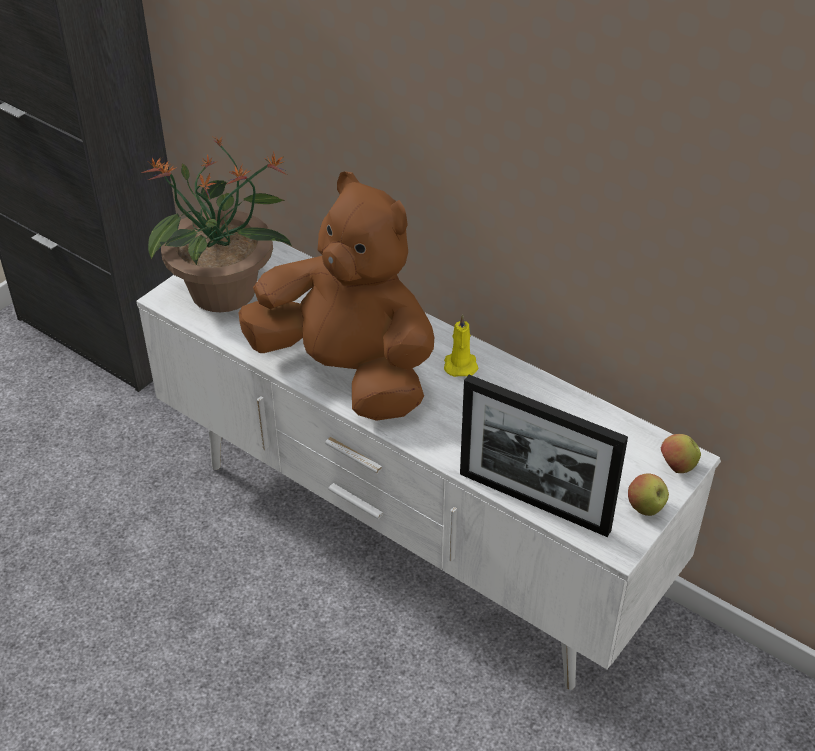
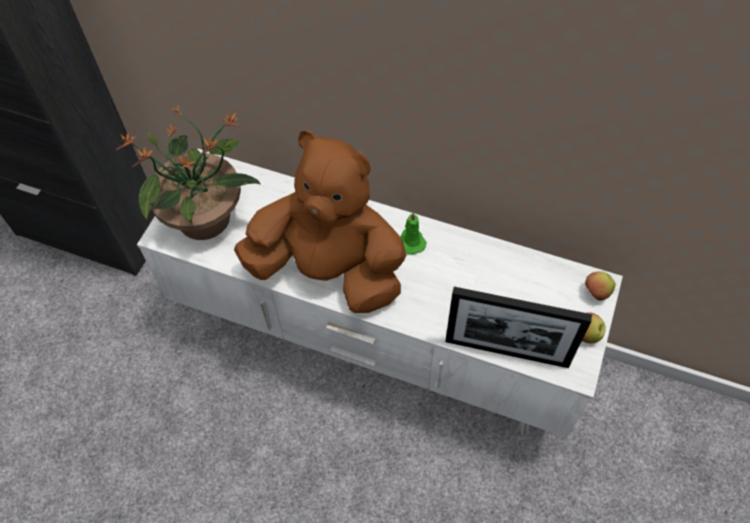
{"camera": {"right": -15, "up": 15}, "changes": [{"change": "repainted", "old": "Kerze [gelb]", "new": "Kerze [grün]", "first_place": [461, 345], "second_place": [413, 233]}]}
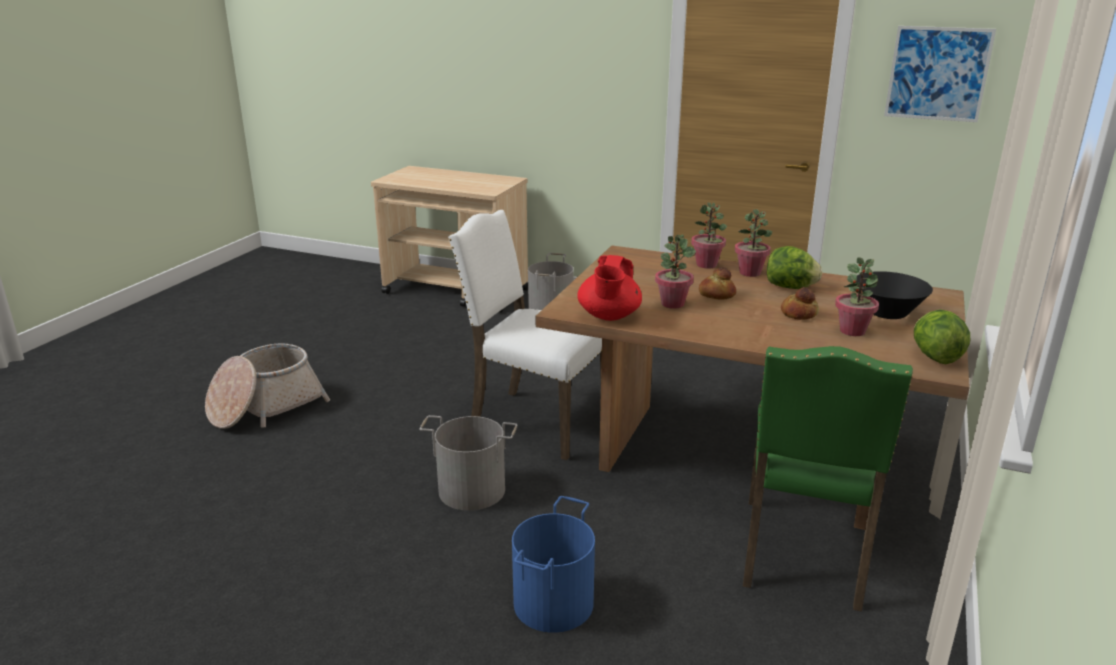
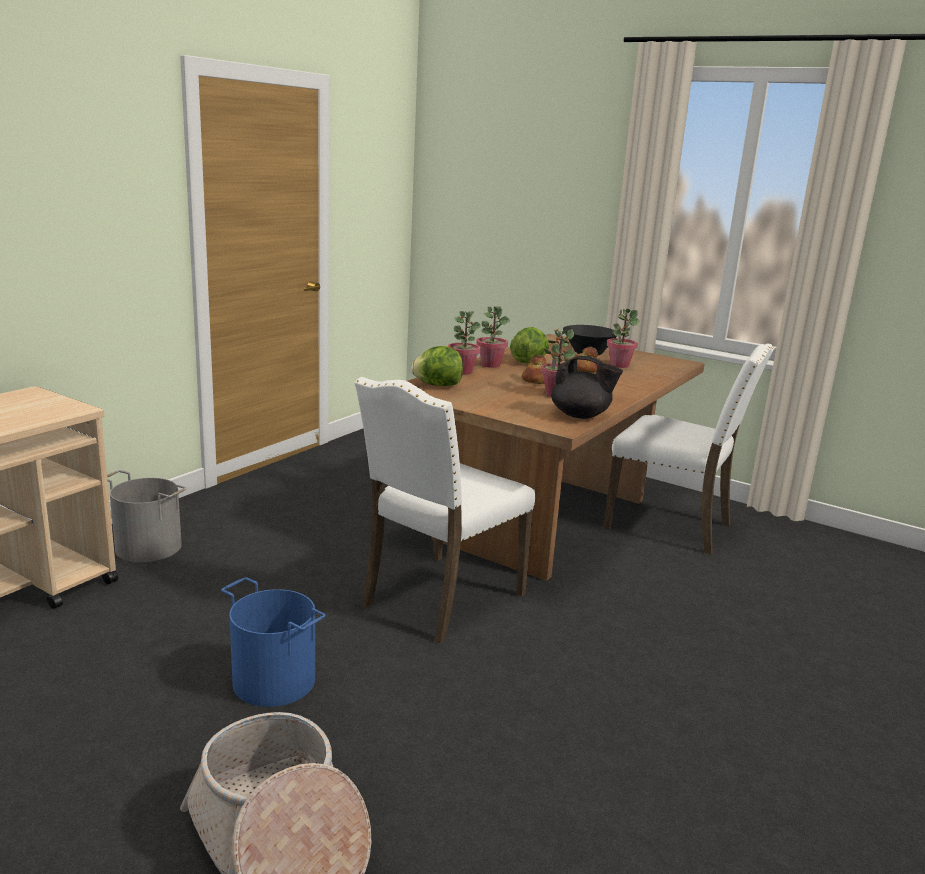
{"camera": {"right": -80, "up": -5}, "changes": [{"change": "gone", "old": "Bild", "first_place": [940, 74]}, {"change": "repainted", "old": "Teekanne [rot]", "new": "Teekanne [schwarz]", "first_place": [609, 288], "second_place": [587, 387]}, {"change": "shifted", "old": "Salatkopf", "first_place": [942, 336], "second_place": [437, 366]}, {"change": "repainted", "old": "Stuhl [grün]", "new": "Stuhl [weiß]", "first_place": [828, 479], "second_place": [689, 449]}, {"change": "gone", "old": "Eimer [grau]", "first_place": [468, 463]}, {"change": "shifted", "old": "Eimer [blau]", "first_place": [553, 564], "second_place": [273, 642]}]}
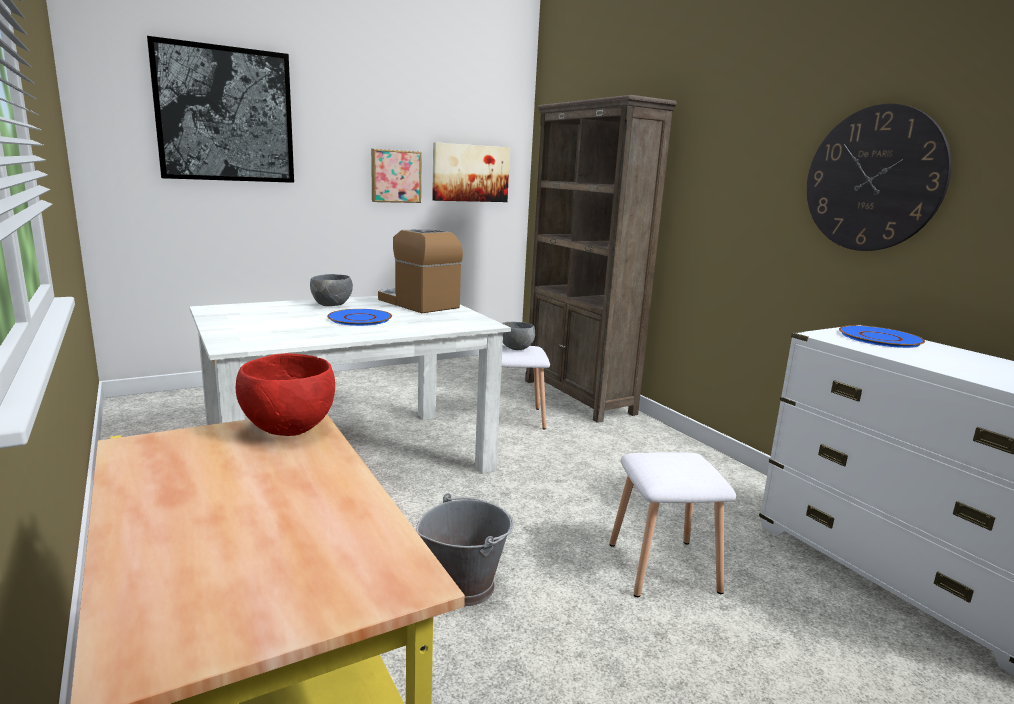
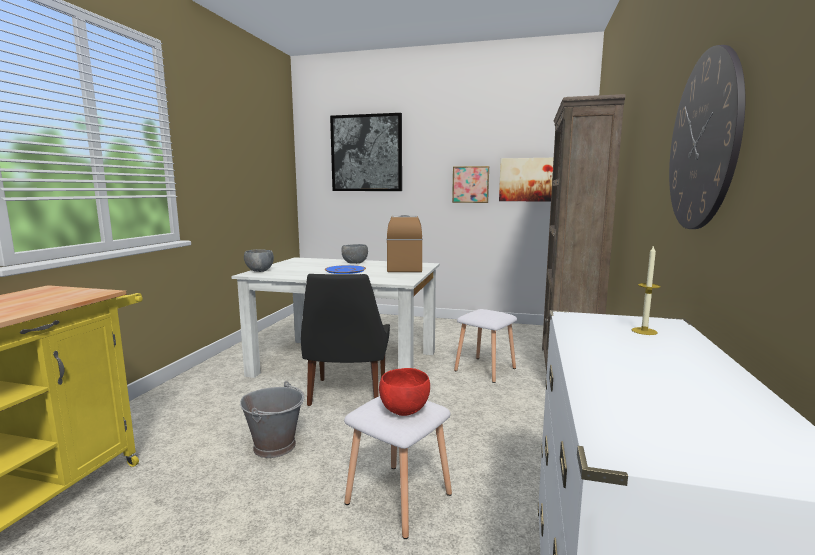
{"camera": {"right": 45, "up": -5}, "changes": [{"change": "shifted", "old": "Schüssel [grau]", "first_place": [518, 336], "second_place": [259, 260]}, {"change": "swapped", "old": "Teller [blau]", "new": "Kerze", "first_place": [882, 336], "second_place": [646, 290]}, {"change": "shifted", "old": "Schüssel [rot]", "first_place": [285, 394], "second_place": [404, 392]}, {"change": "new", "new": "Stuhl [schwarz]", "second_place": [345, 340]}]}
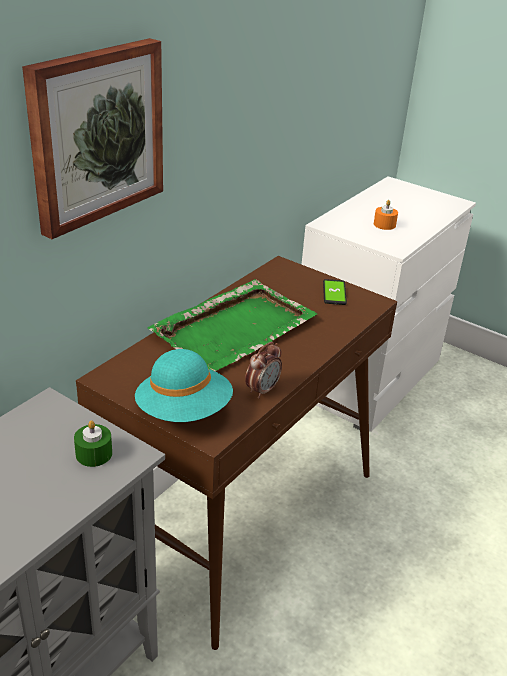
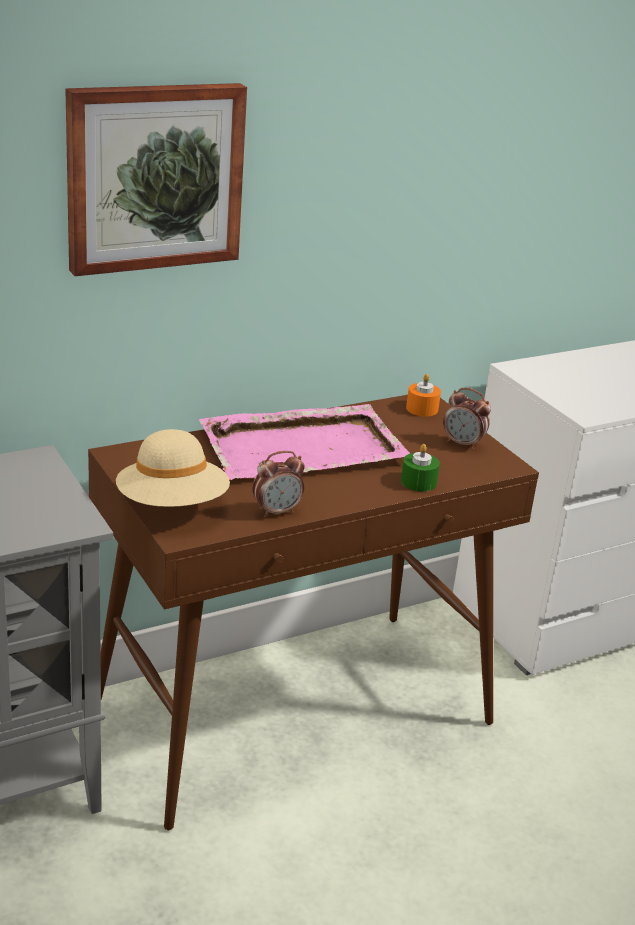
{"camera": {"right": 25, "up": -5}, "changes": [{"change": "shifted", "old": "Kerze [orange]", "first_place": [386, 215], "second_place": [423, 395]}, {"change": "repainted", "old": "Tablett [grün]", "new": "Tablett [rosa]", "first_place": [232, 325], "second_place": [304, 442]}, {"change": "swapped", "old": "Handy", "new": "Wecker", "first_place": [335, 292], "second_place": [467, 419]}, {"change": "repainted", "old": "Hut [türkis]", "new": "Hut [beige]", "first_place": [184, 385], "second_place": [173, 468]}, {"change": "shifted", "old": "Kerze [grün]", "first_place": [93, 443], "second_place": [420, 468]}]}
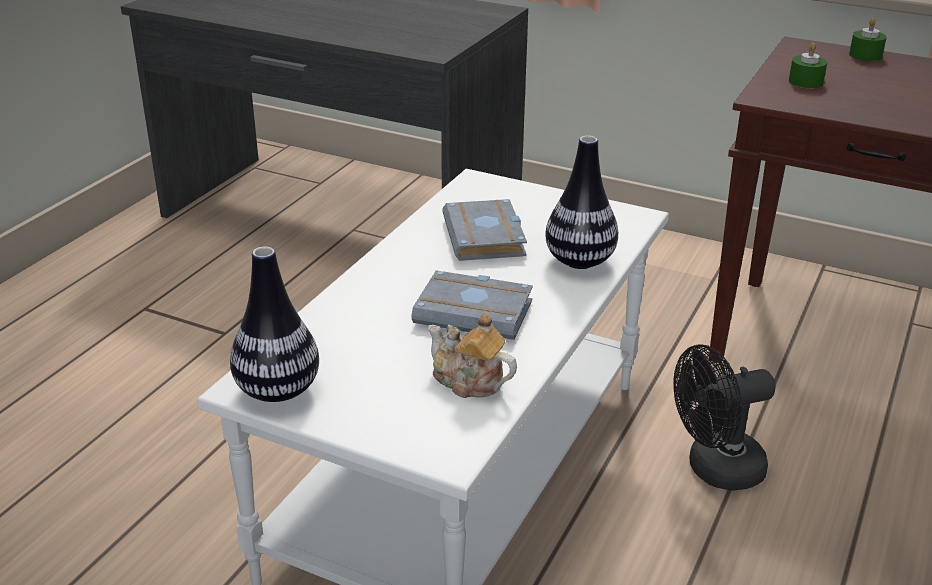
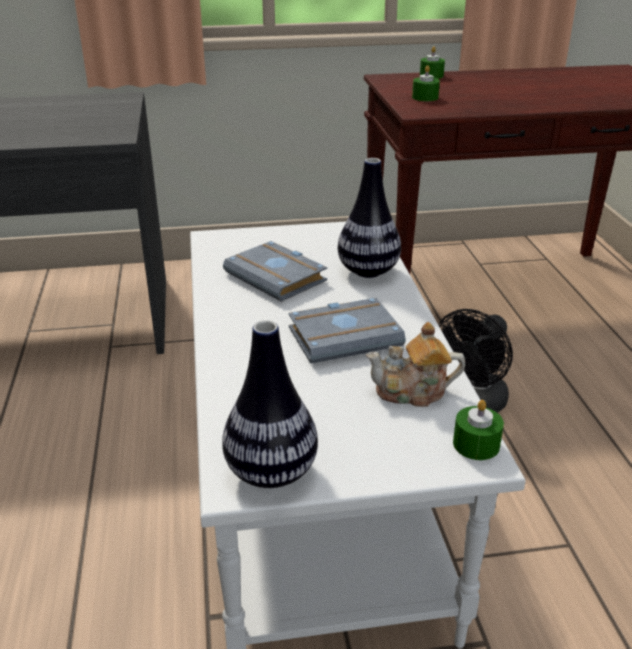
{"camera": {"right": -35, "up": 0}, "changes": [{"change": "new", "new": "Kerze [grün]", "second_place": [478, 430]}]}
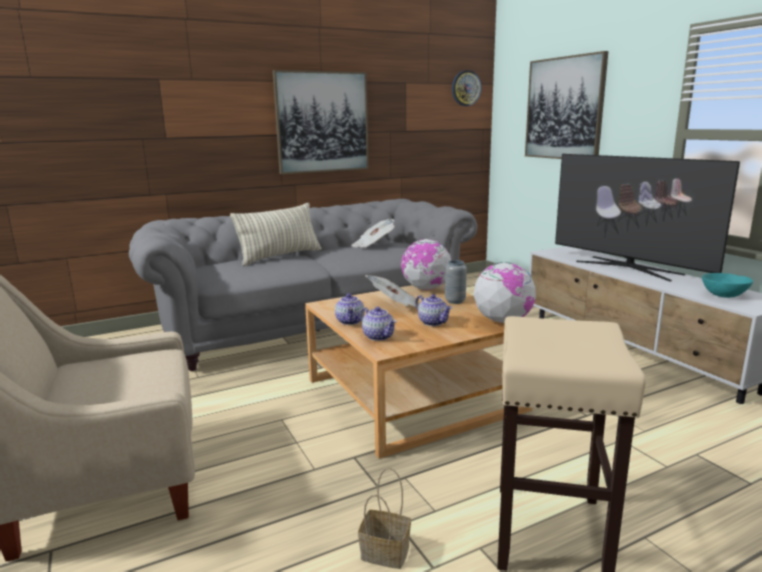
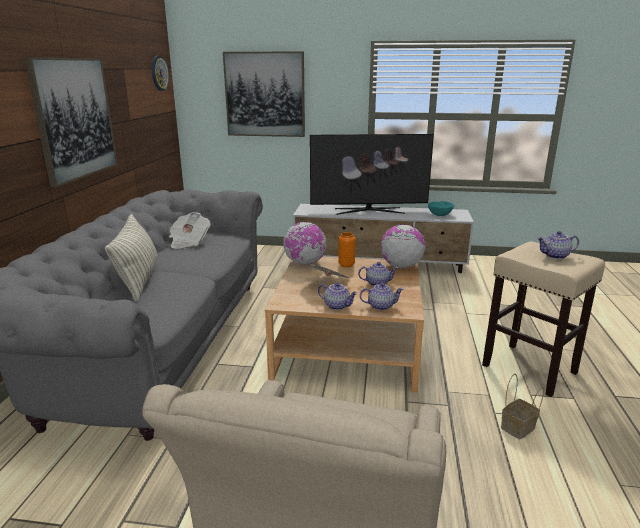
{"camera": {"right": -55, "up": 5}, "changes": [{"change": "repainted", "old": "Vase [grau]", "new": "Vase [orange]", "first_place": [456, 282], "second_place": [347, 250]}, {"change": "new", "new": "Teekanne", "second_place": [558, 245]}]}
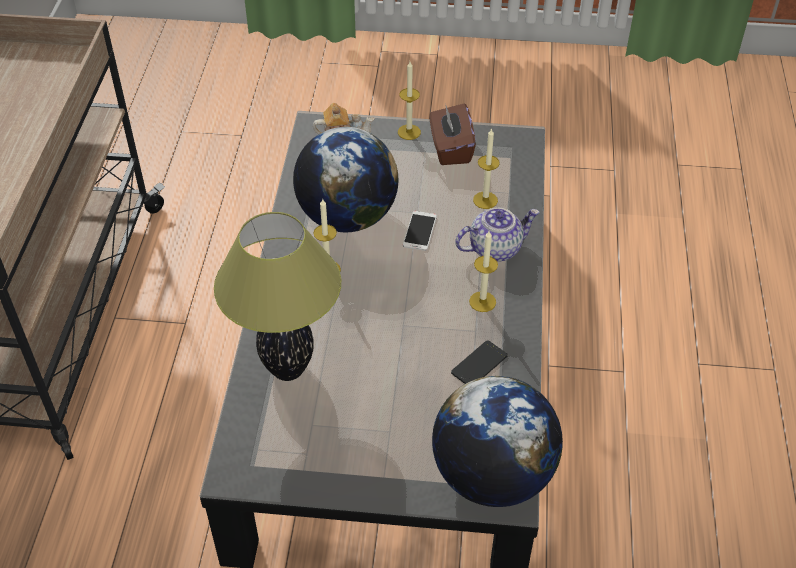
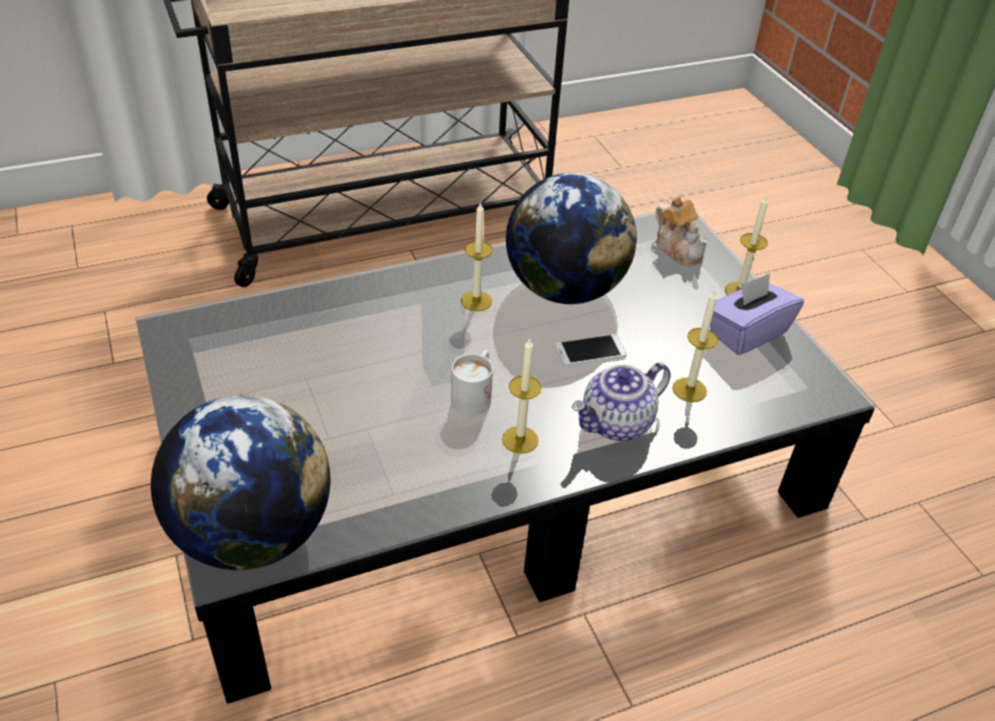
{"camera": {"right": 60, "up": -5}, "changes": [{"change": "repainted", "old": "Taschentuchbox [braun]", "new": "Taschentuchbox [lila]", "first_place": [453, 134], "second_place": [757, 314]}, {"change": "rotated", "old": "Teekanne", "first_place": [497, 234], "second_place": [621, 401], "degrees": 105}, {"change": "gone", "old": "Tischlampe", "first_place": [277, 296]}, {"change": "gone", "old": "Handy", "first_place": [479, 362]}, {"change": "new", "new": "Henkelbecher [weiß]", "second_place": [472, 383]}]}
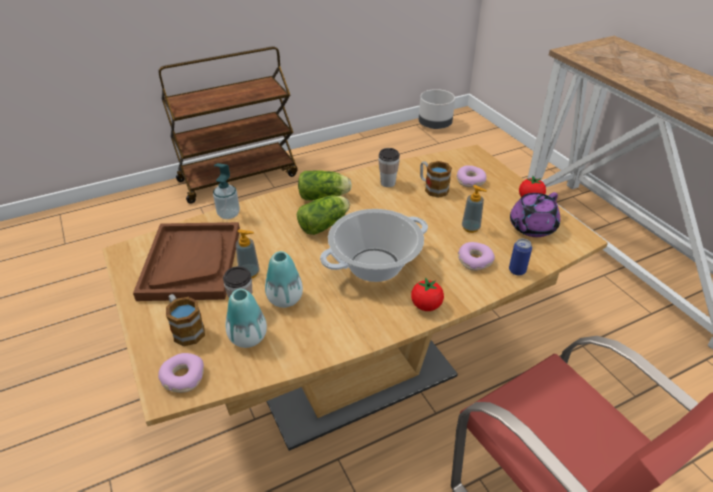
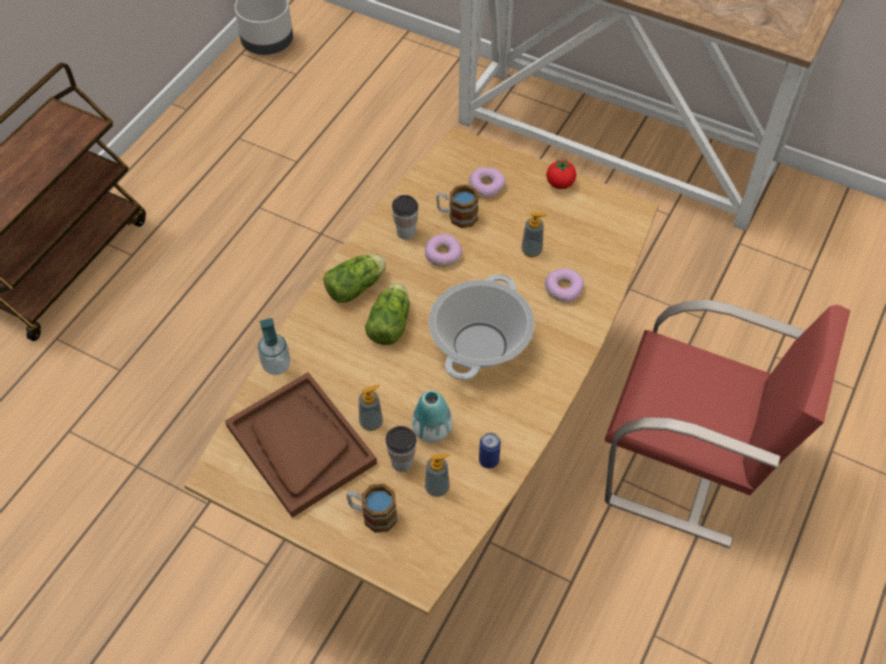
{"camera": {"right": -35, "up": 15}, "changes": [{"change": "gone", "old": "Teekanne [lila]", "first_place": [535, 214]}, {"change": "shifted", "old": "Dose", "first_place": [520, 257], "second_place": [490, 450]}, {"change": "gone", "old": "Tomate", "first_place": [427, 294]}, {"change": "swapped", "old": "Vase", "new": "Seifenspender", "first_place": [246, 318], "second_place": [437, 475]}, {"change": "shifted", "old": "Donut", "first_place": [181, 373], "second_place": [443, 250]}]}
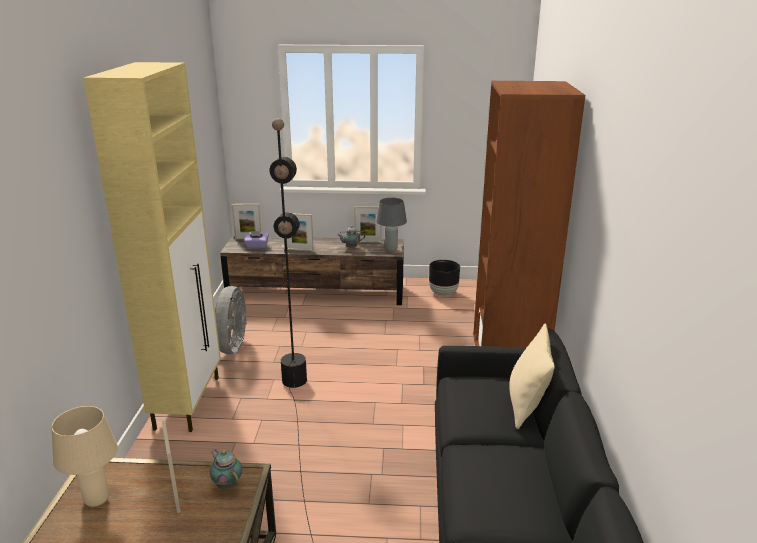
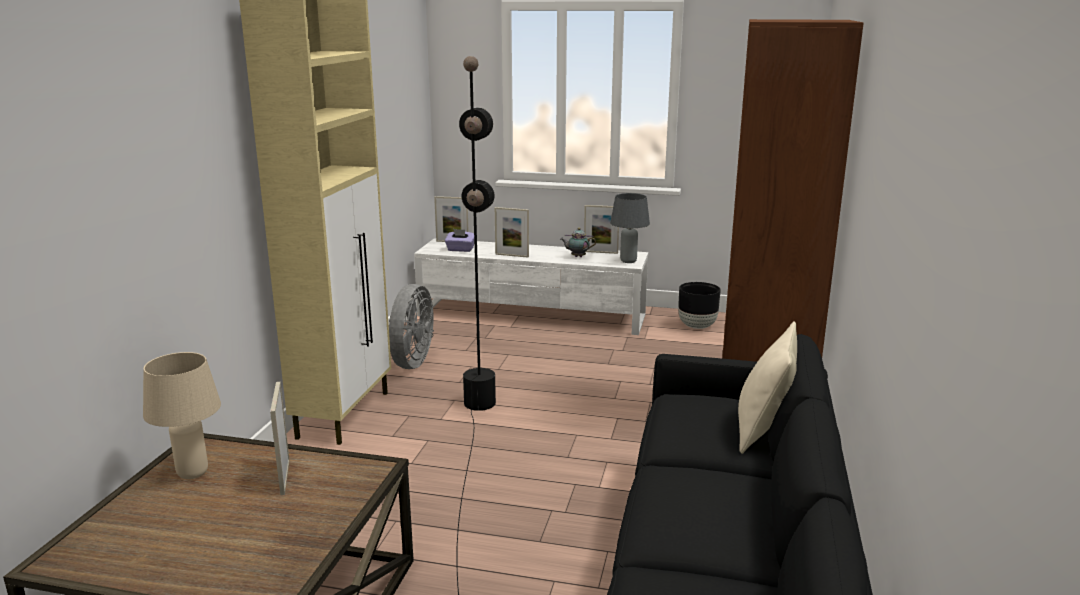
{"camera": {"right": 10, "up": -5}, "changes": [{"change": "repainted", "old": "Fernsehschrank [braun]", "new": "Fernsehschrank [weiß]", "first_place": [312, 270], "second_place": [531, 286]}, {"change": "gone", "old": "Teekanne", "first_place": [226, 469]}]}
